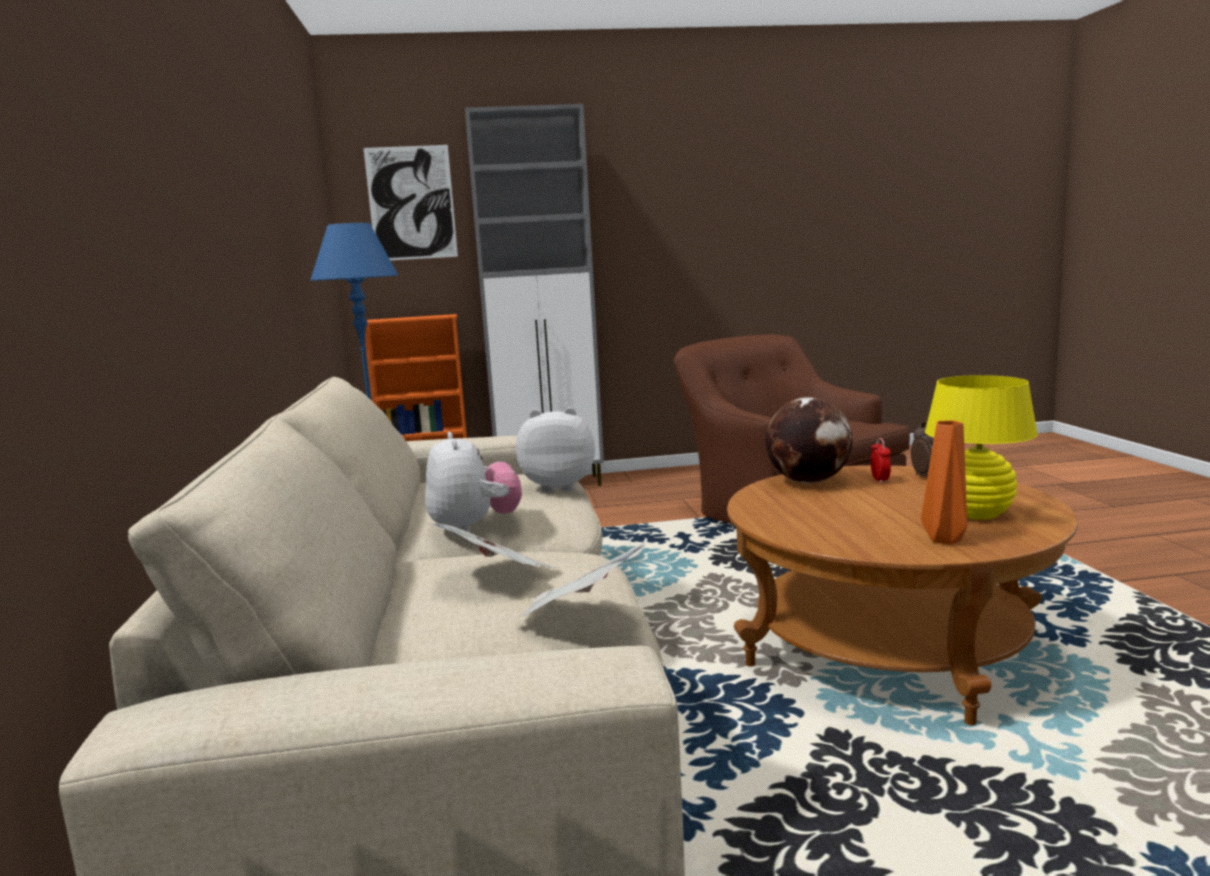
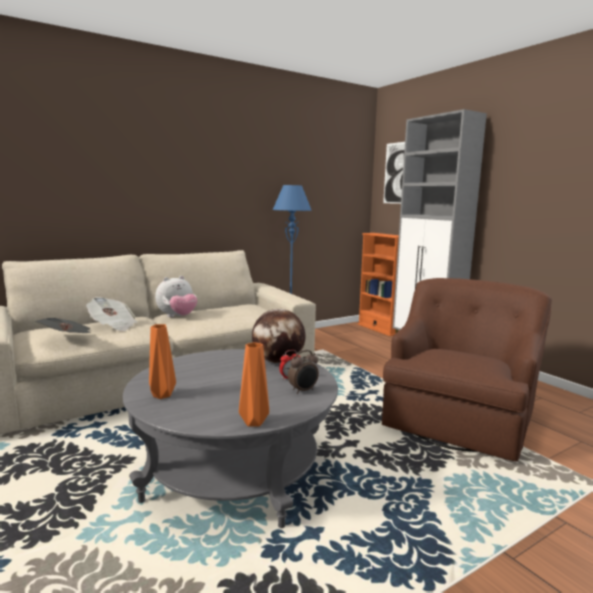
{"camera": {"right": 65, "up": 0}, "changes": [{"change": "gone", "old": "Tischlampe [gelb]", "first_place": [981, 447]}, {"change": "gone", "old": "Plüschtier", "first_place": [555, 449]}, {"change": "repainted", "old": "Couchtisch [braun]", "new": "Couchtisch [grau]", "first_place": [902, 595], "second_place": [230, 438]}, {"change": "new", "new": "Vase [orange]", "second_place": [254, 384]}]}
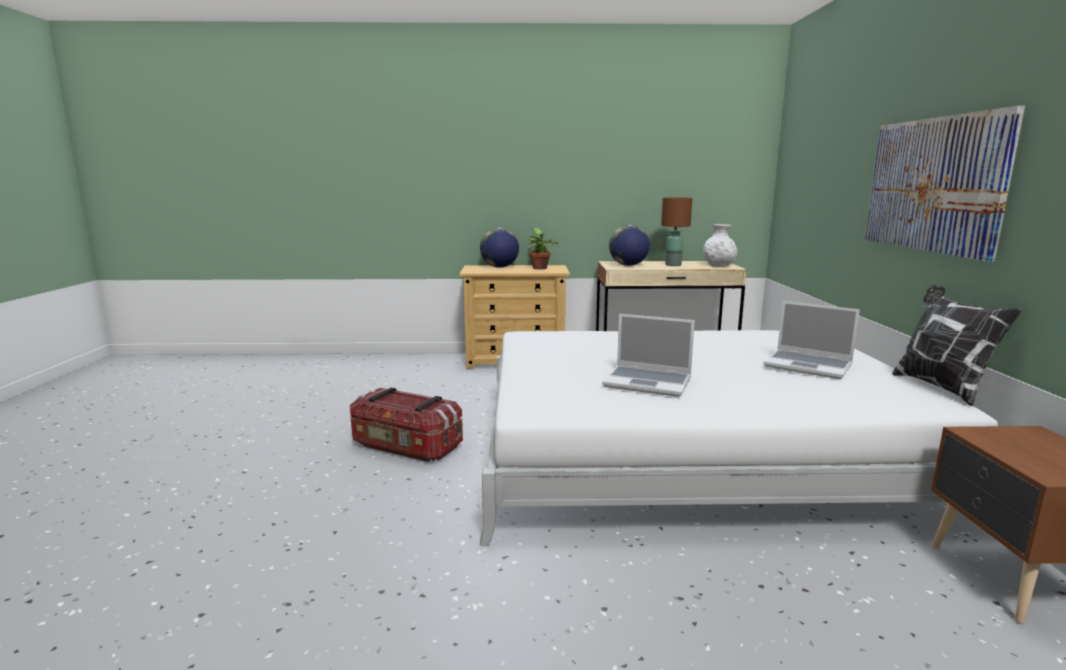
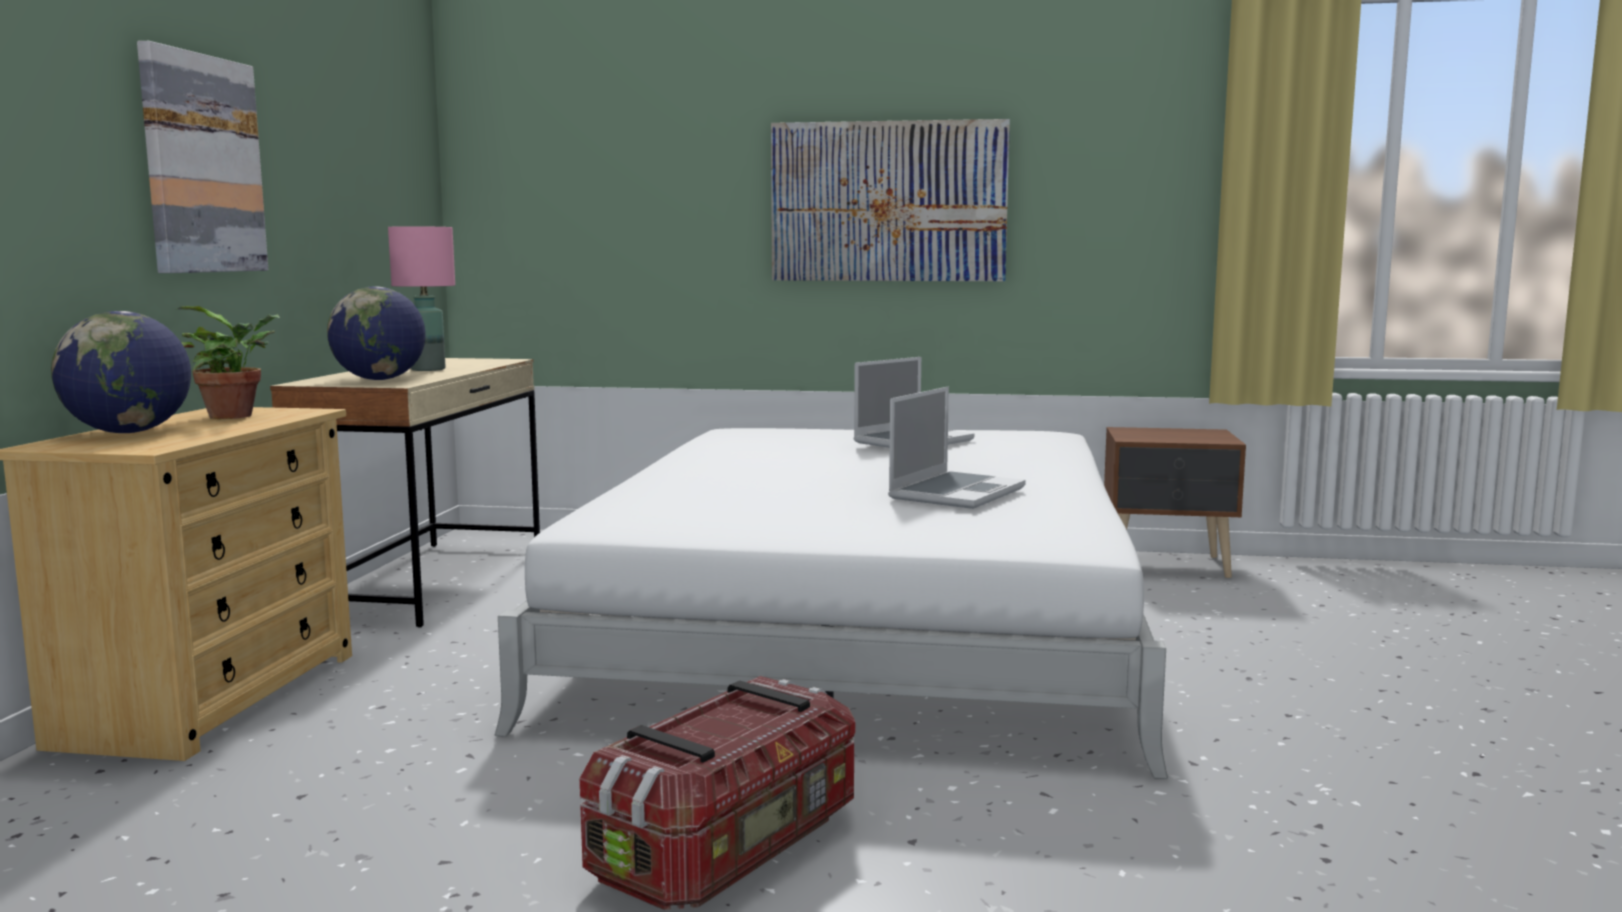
{"camera": {"right": -80, "up": -5}, "changes": [{"change": "repainted", "old": "Tischlampe [braun]", "new": "Tischlampe [rosa]", "first_place": [676, 232], "second_place": [421, 298]}, {"change": "gone", "old": "Vase [weiß]", "first_place": [720, 245]}, {"change": "gone", "old": "Kissen", "first_place": [957, 345]}, {"change": "new", "new": "Bild", "second_place": [202, 157]}]}
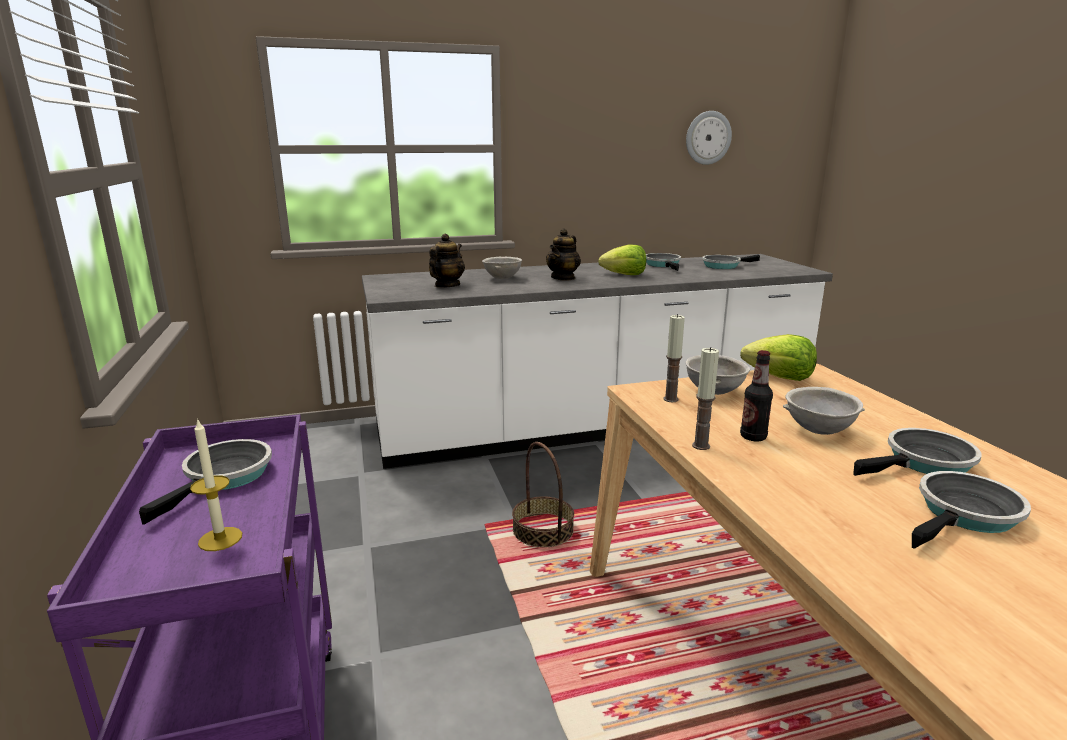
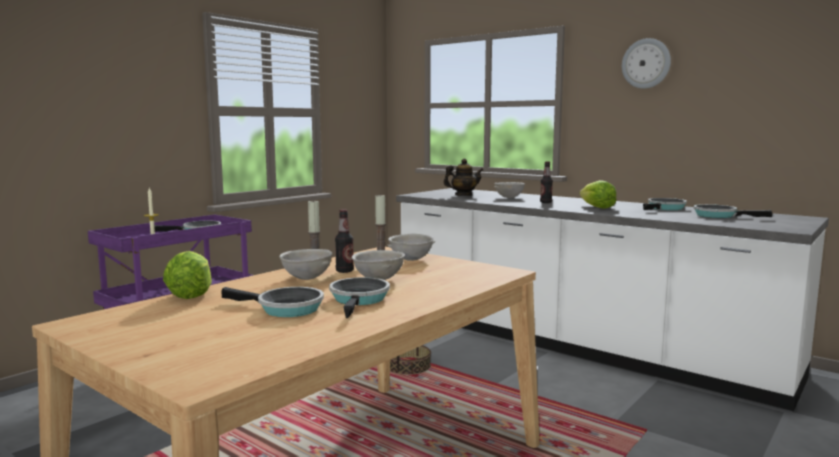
{"camera": {"right": 55, "up": -10}, "changes": [{"change": "shifted", "old": "Wanduhr", "first_place": [709, 138], "second_place": [646, 63]}, {"change": "swapped", "old": "Teekanne", "new": "Flasche", "first_place": [563, 254], "second_place": [546, 182]}, {"change": "shifted", "old": "Salatkopf", "first_place": [778, 357], "second_place": [187, 275]}, {"change": "rotated", "old": "Pfanne", "first_place": [917, 452], "second_place": [359, 297], "degrees": -120}, {"change": "new", "new": "Schüssel [grau]", "second_place": [305, 264]}]}
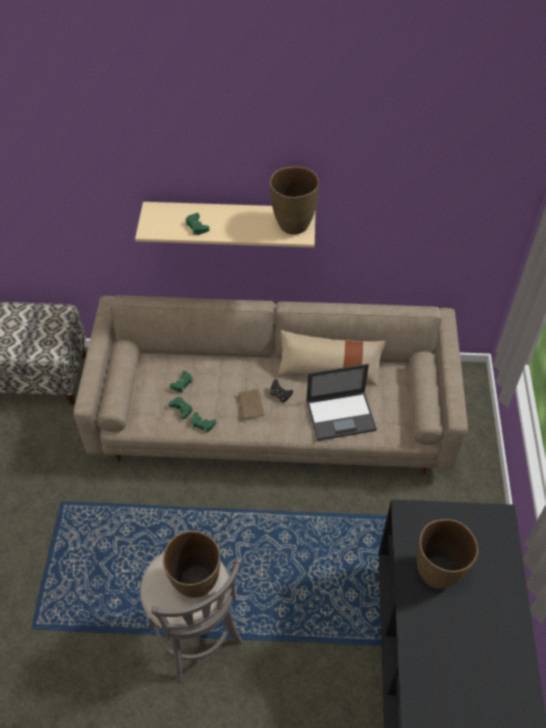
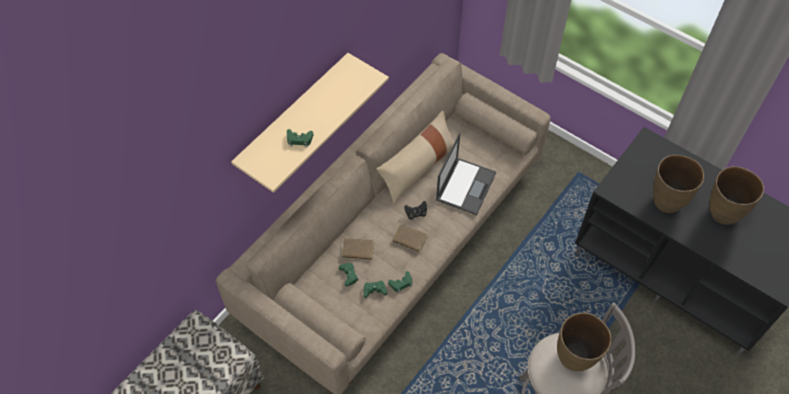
{"camera": {"right": -55, "up": 5}, "changes": [{"change": "shifted", "old": "Vase [braun]", "first_place": [294, 201], "second_place": [737, 195]}, {"change": "new", "new": "Buch [braun]", "second_place": [358, 251]}]}
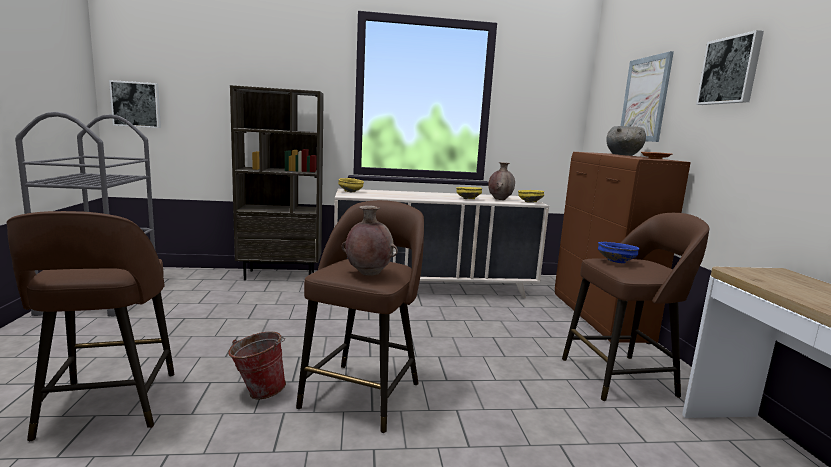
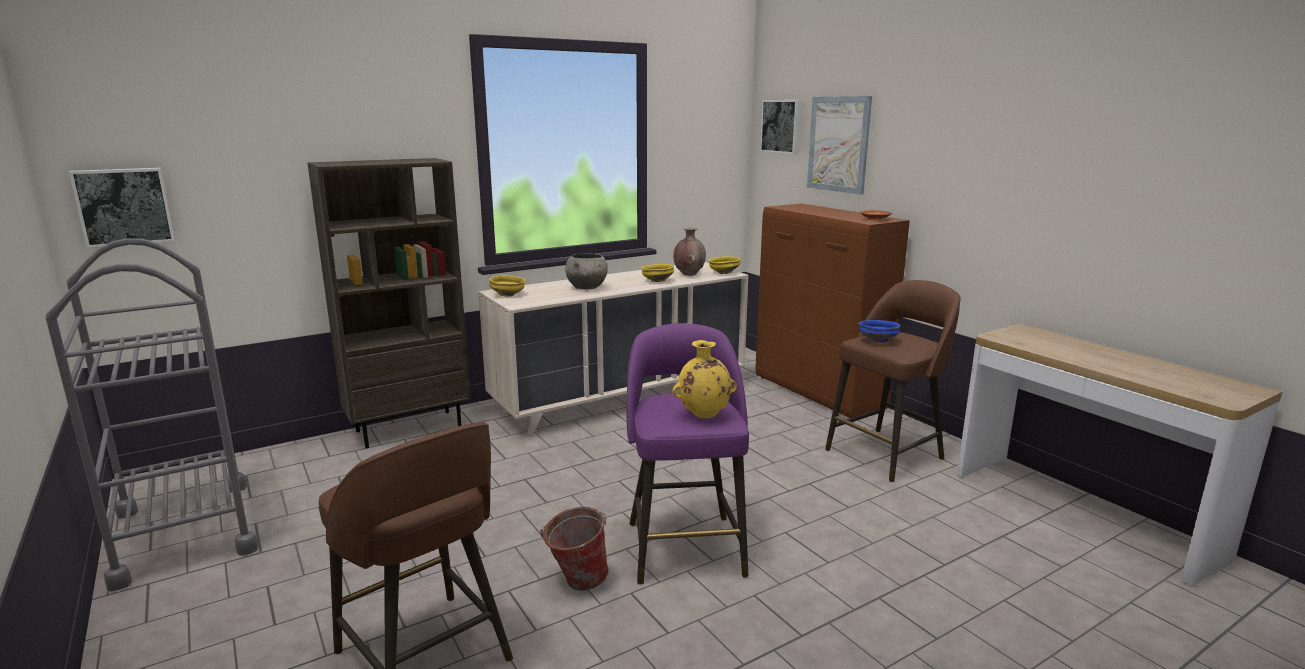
{"camera": {"right": -25, "up": 5}, "changes": [{"change": "shifted", "old": "Bild", "first_place": [730, 67], "second_place": [780, 127]}, {"change": "shifted", "old": "Schüssel [grau]", "first_place": [626, 141], "second_place": [586, 271]}, {"change": "repainted", "old": "Hocker [braun]", "new": "Hocker [lila]", "first_place": [360, 316], "second_place": [687, 454]}, {"change": "repainted", "old": "Vase [braun]", "new": "Vase [gelb]", "first_place": [370, 240], "second_place": [704, 379]}]}
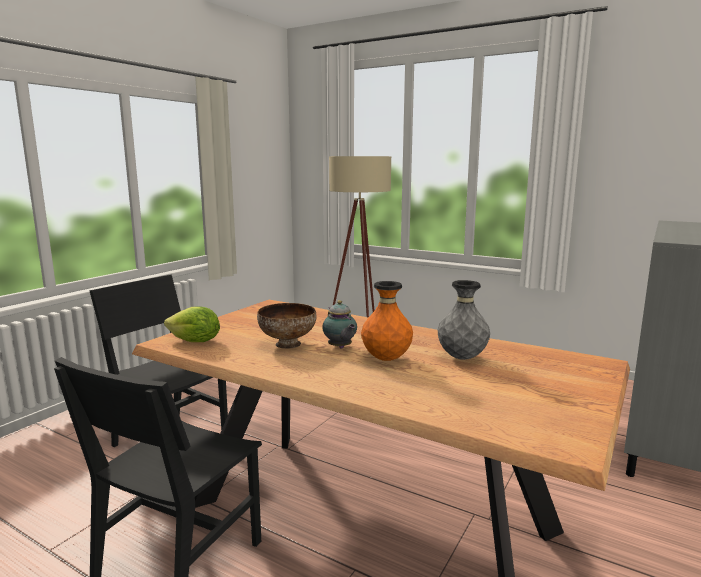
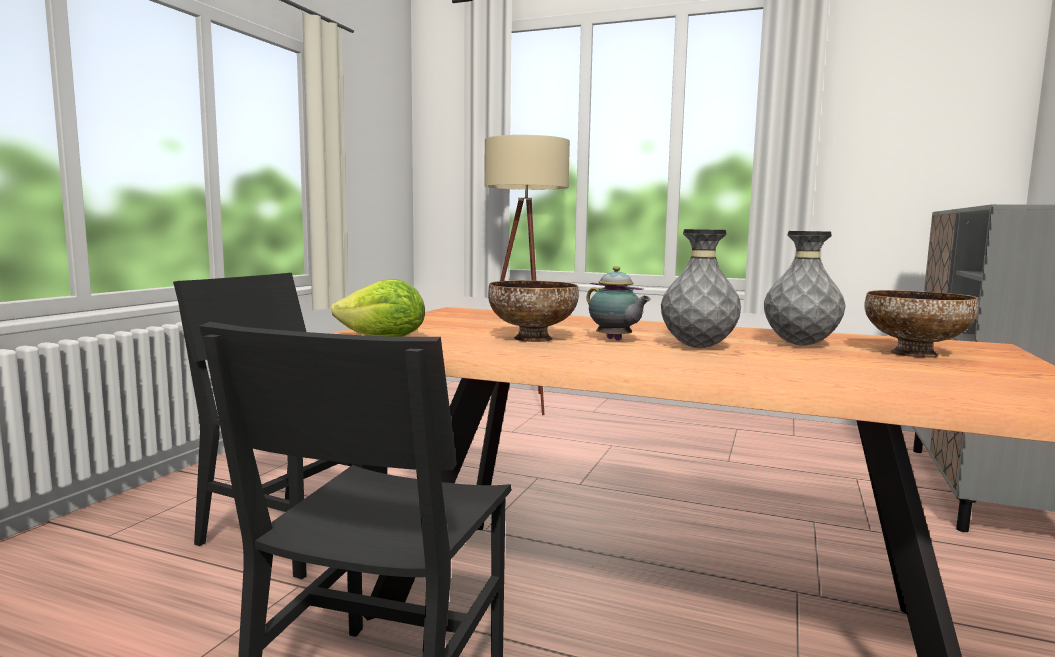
{"camera": {"right": -10, "up": -5}, "changes": [{"change": "repainted", "old": "Vase [orange]", "new": "Vase [grau]", "first_place": [387, 321], "second_place": [701, 288]}, {"change": "new", "new": "Schüssel", "second_place": [921, 324]}]}
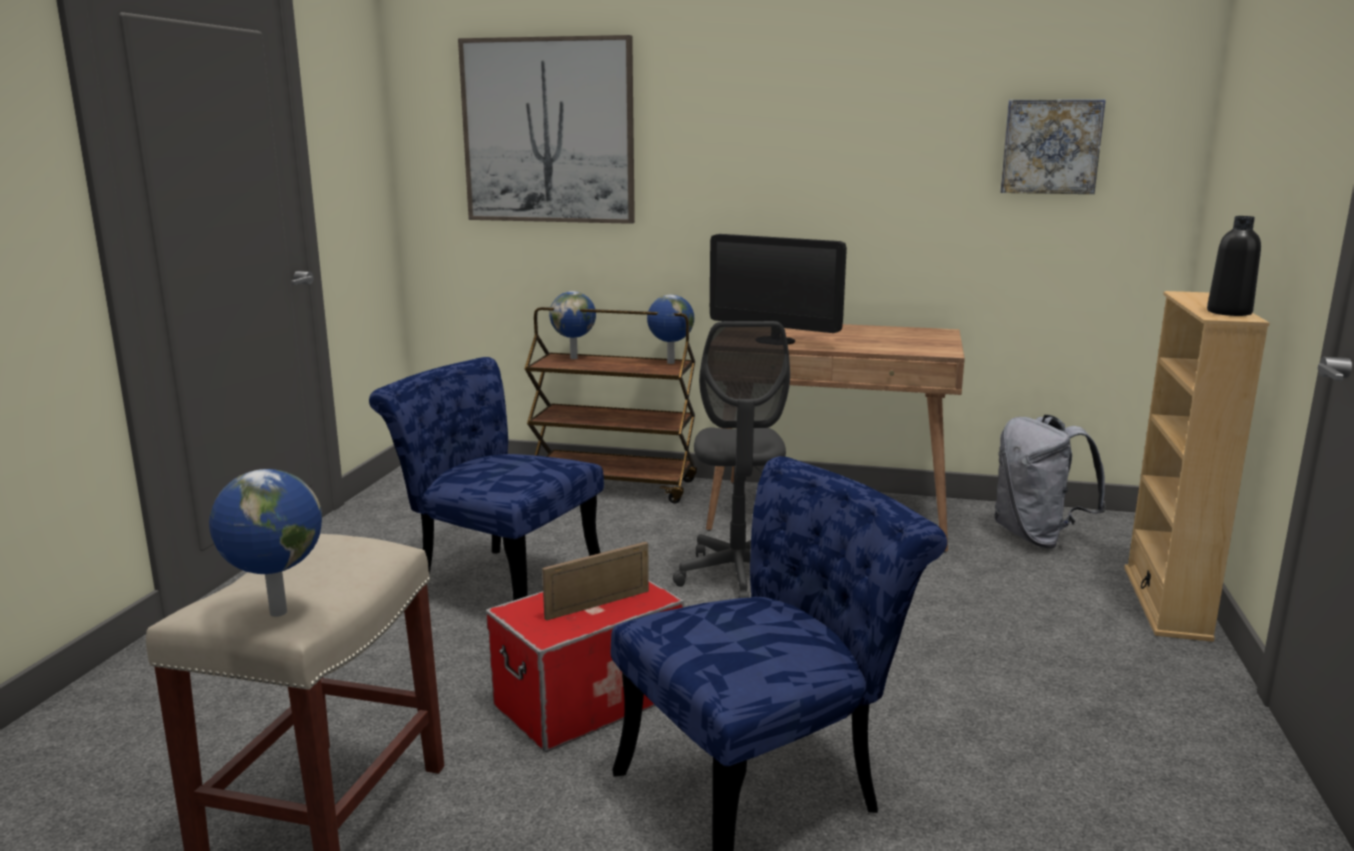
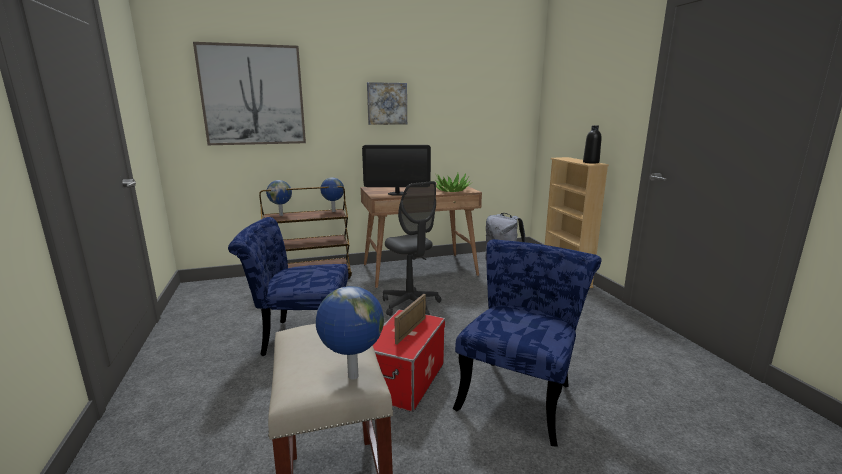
{"camera": {"right": -30, "up": 0}, "changes": [{"change": "shifted", "old": "Bild", "first_place": [1053, 146], "second_place": [387, 103]}, {"change": "new", "new": "Topfpflanze", "second_place": [453, 182]}]}
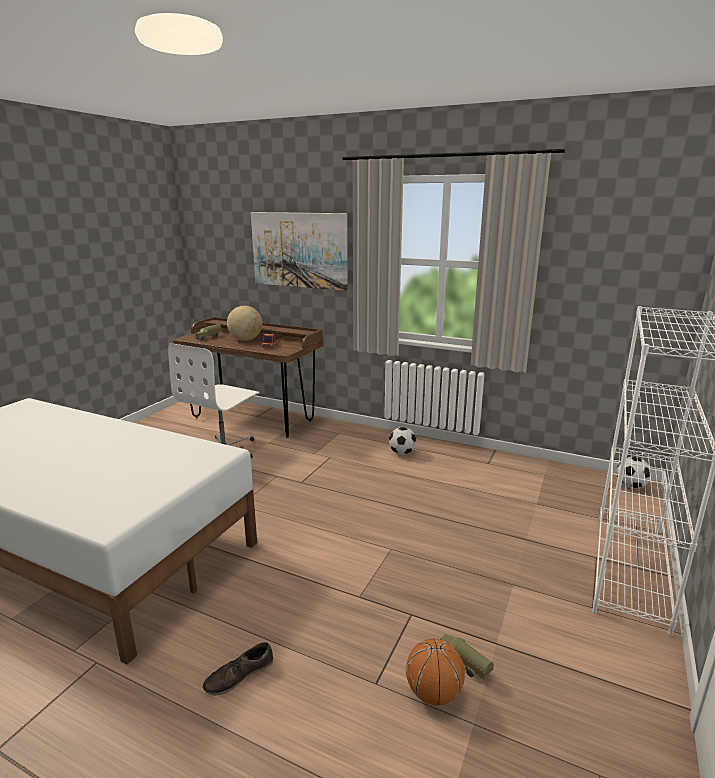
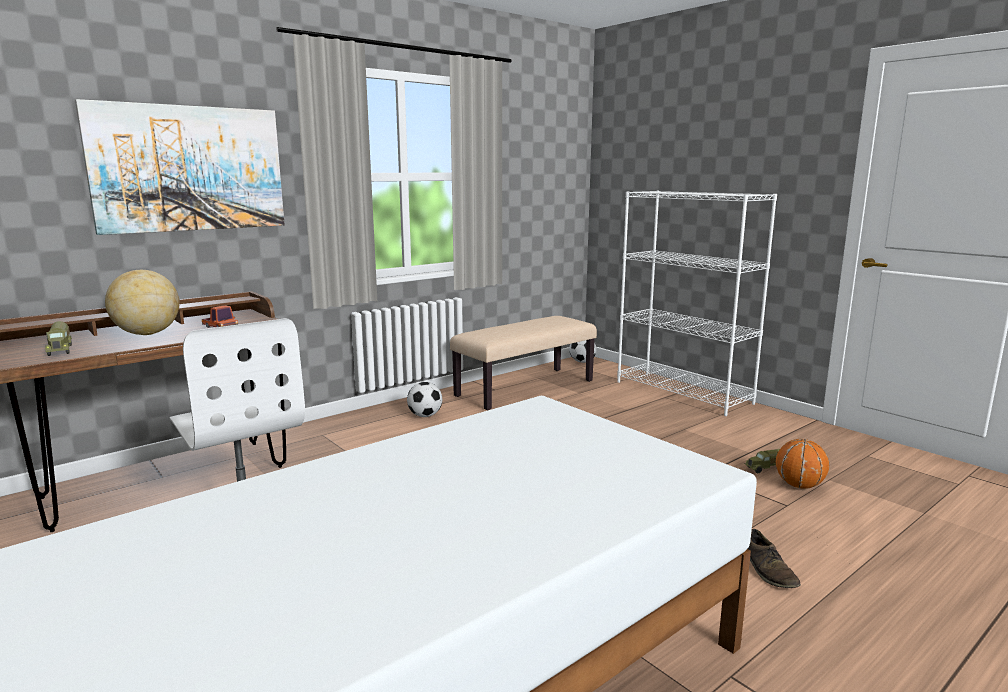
{"camera": {"right": -65, "up": -5}, "changes": [{"change": "new", "new": "Bank [beige]", "second_place": [523, 363]}]}
